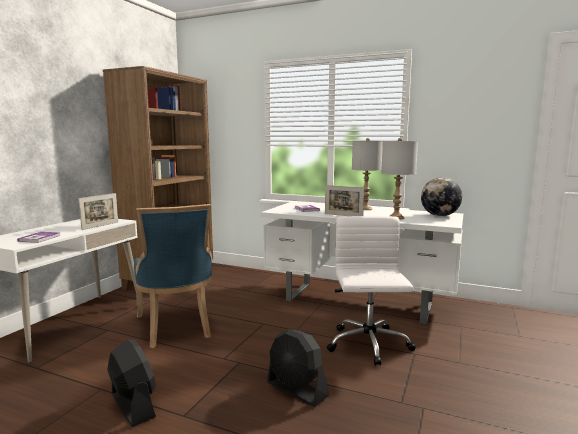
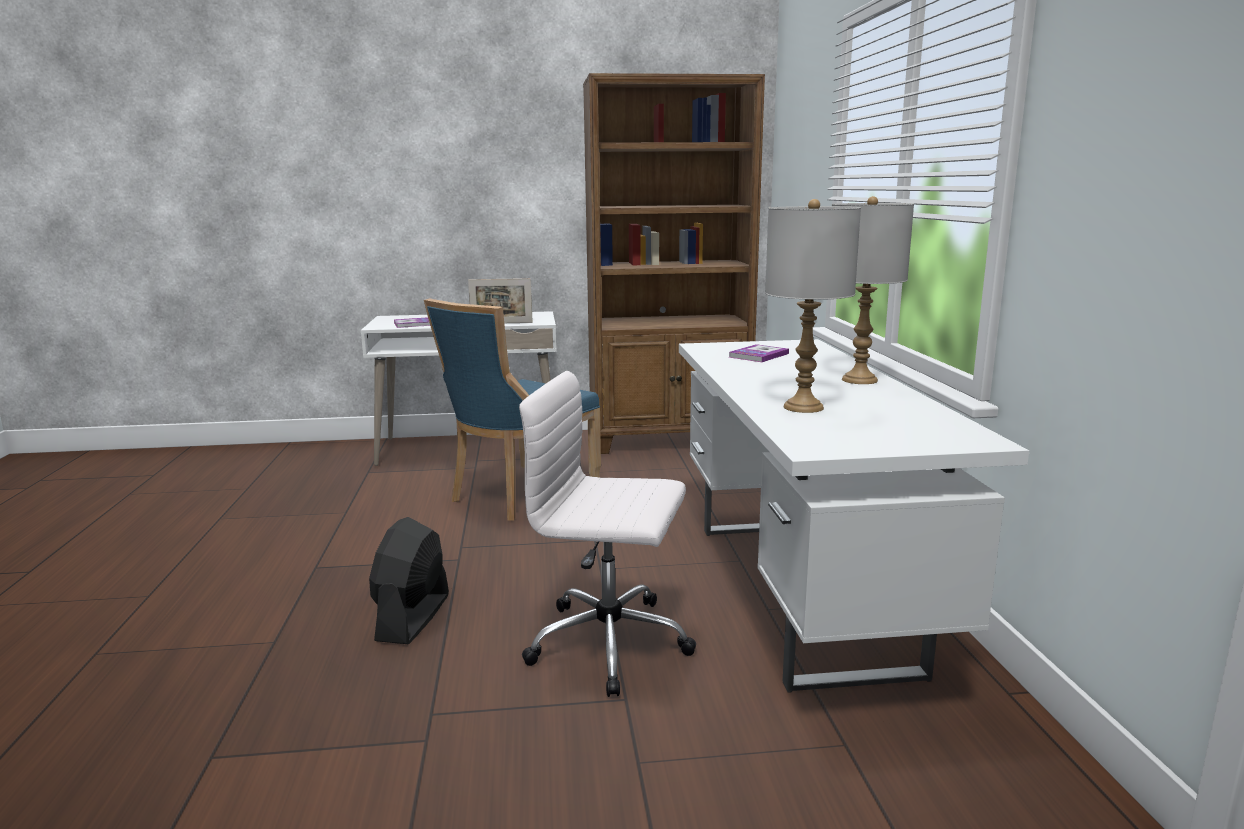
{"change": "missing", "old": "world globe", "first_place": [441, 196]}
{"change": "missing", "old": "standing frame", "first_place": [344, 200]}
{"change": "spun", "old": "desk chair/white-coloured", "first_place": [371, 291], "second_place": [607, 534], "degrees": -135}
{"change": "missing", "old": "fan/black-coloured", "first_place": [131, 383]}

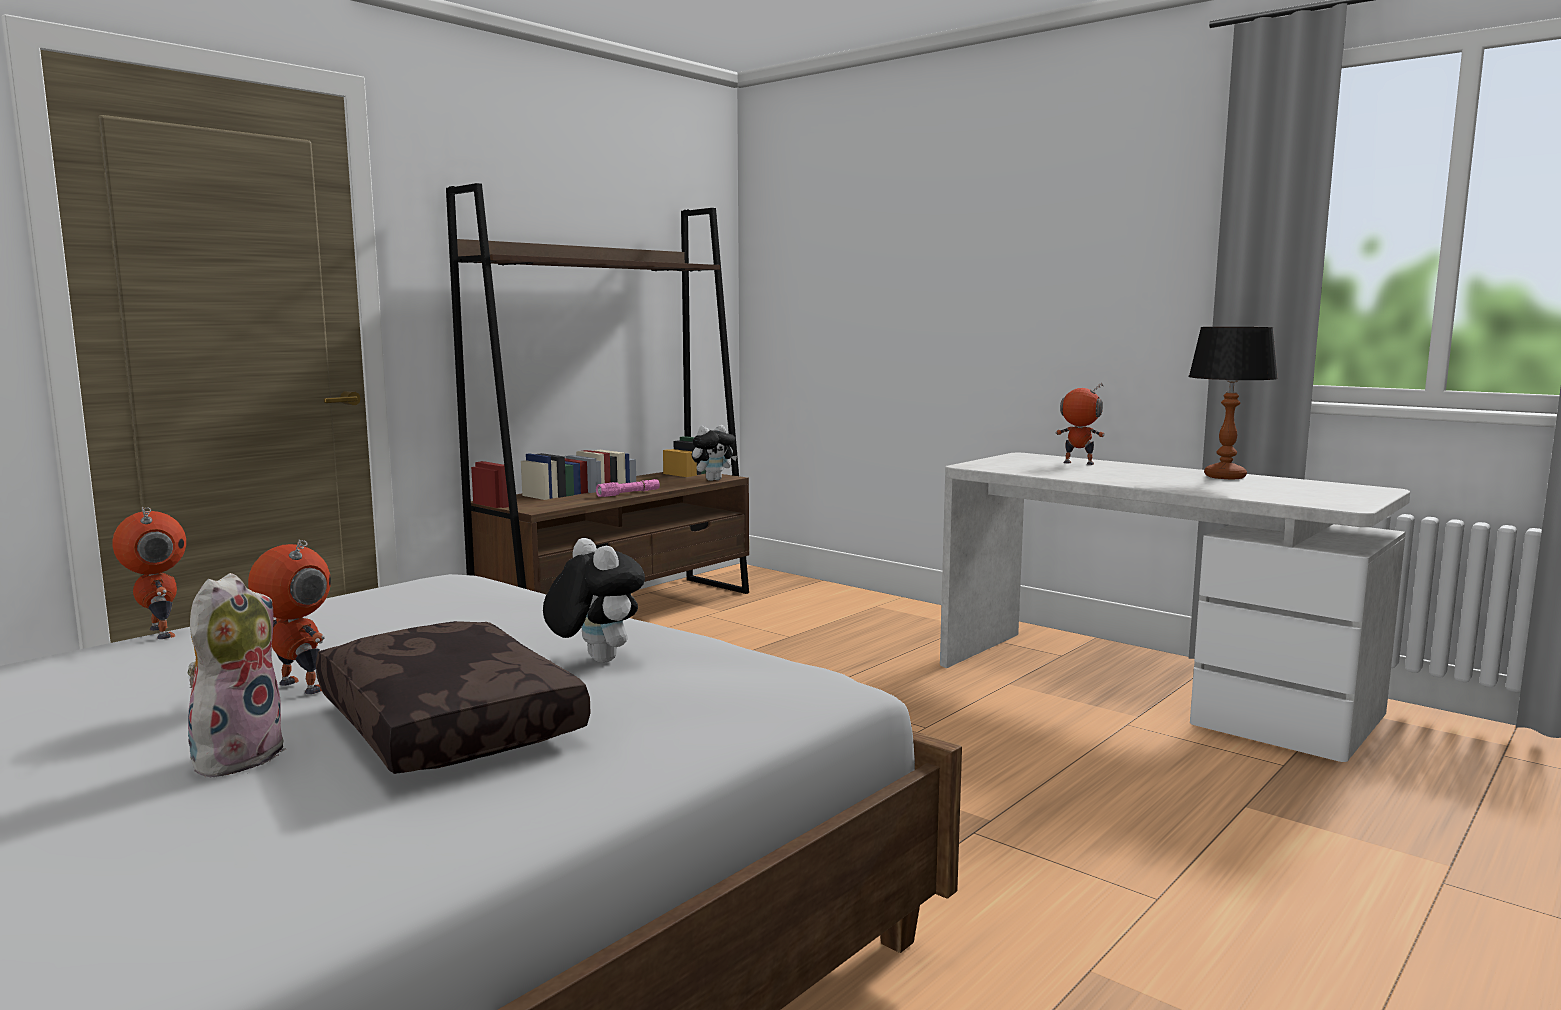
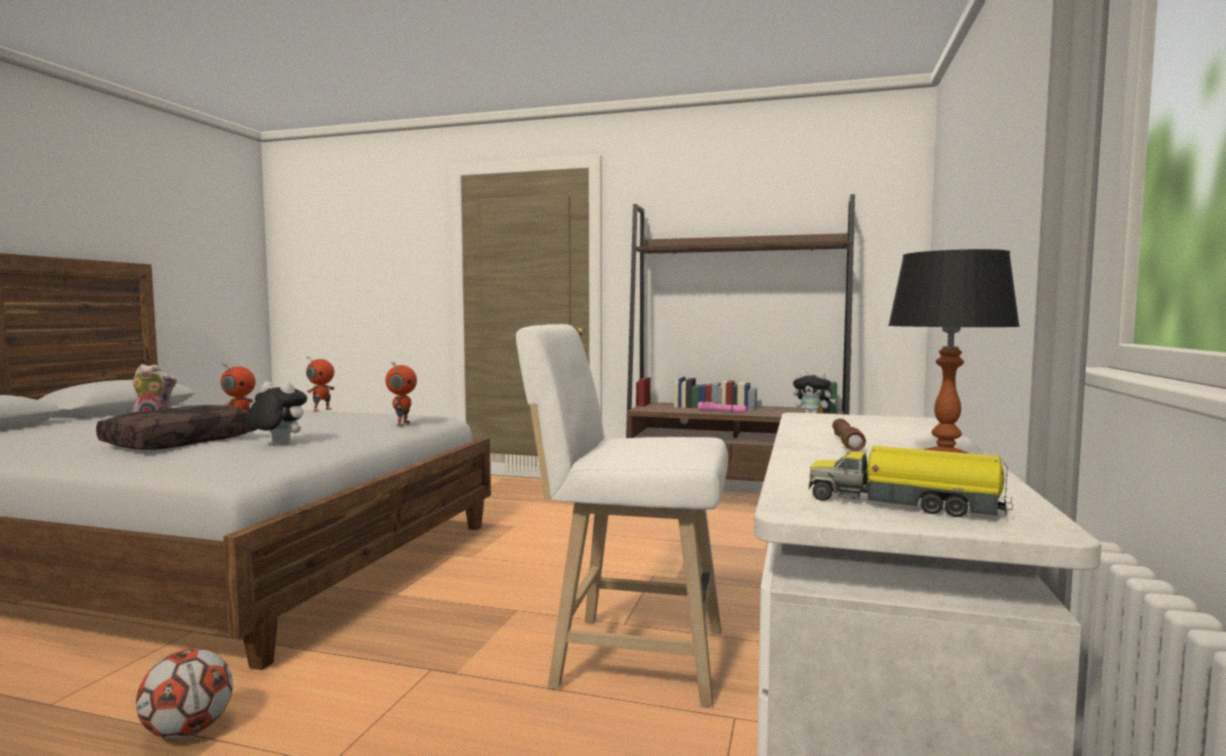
{"change": "relocated", "old": "model robot", "first_place": [1080, 424], "second_place": [401, 393]}
{"change": "spun", "old": "plush toy", "first_place": [594, 600], "second_place": [276, 413], "degrees": -105}
{"change": "appeared", "new": "stool seat/white-coloured", "second_place": [622, 515]}
{"change": "appeared", "new": "hand torch/brown", "second_place": [849, 434]}
{"change": "appeared", "new": "toy lorry", "second_place": [911, 481]}
{"change": "appeared", "new": "football ball", "second_place": [184, 693]}

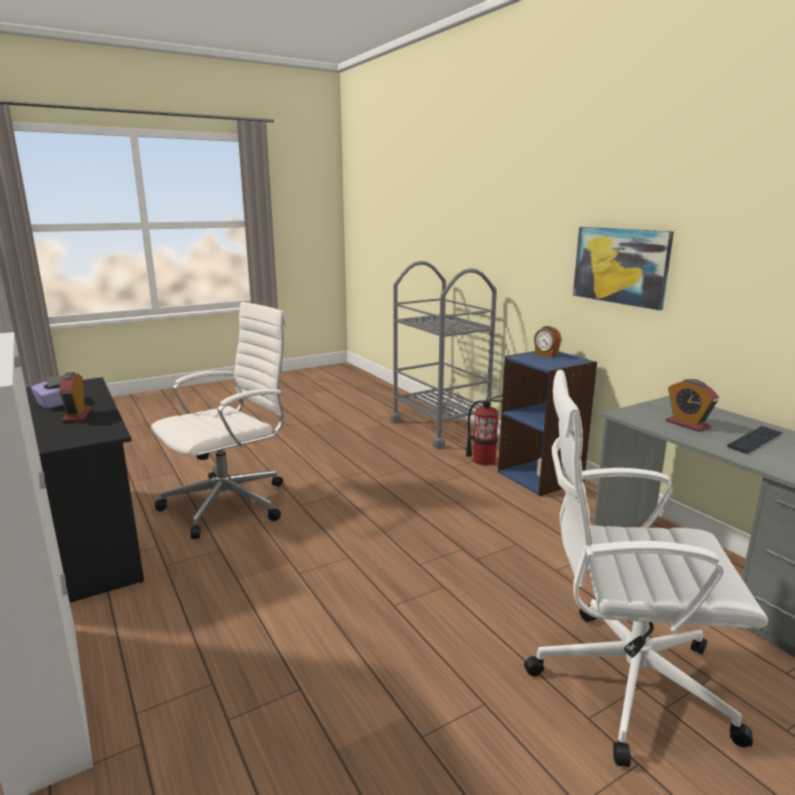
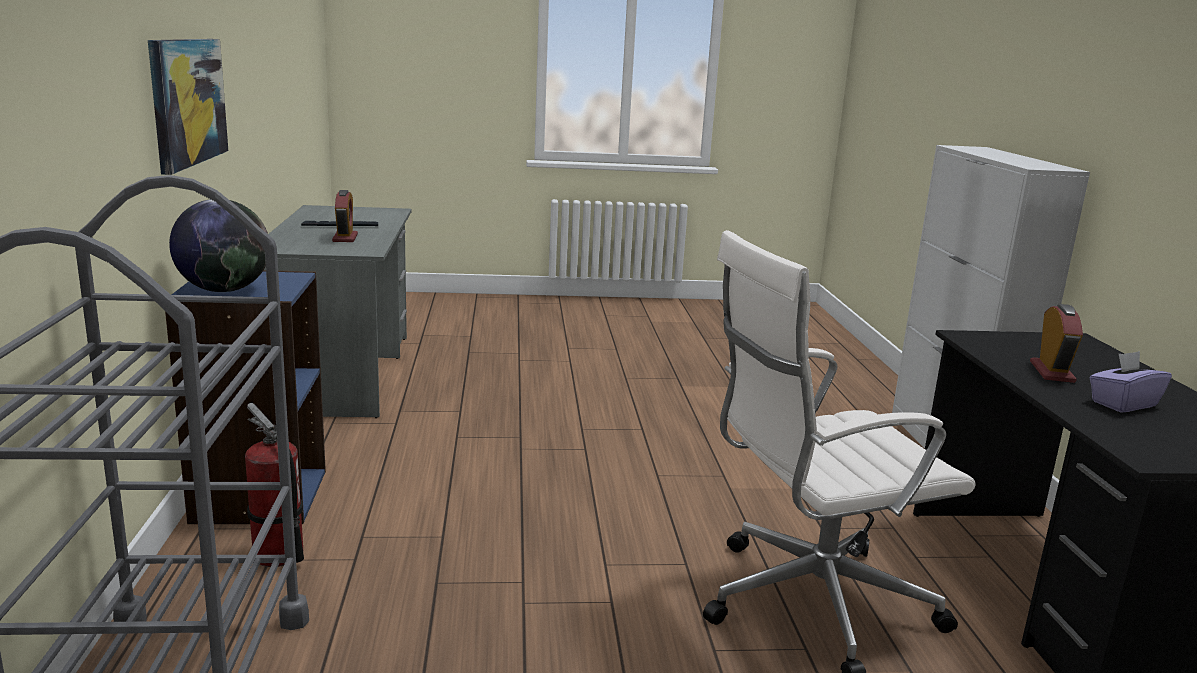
{"change": "exchanged", "old": "table clock", "new": "world globe", "first_place": [547, 342], "second_place": [218, 245]}
{"change": "missing", "old": "desk chair/white-coloured", "first_place": [646, 568]}

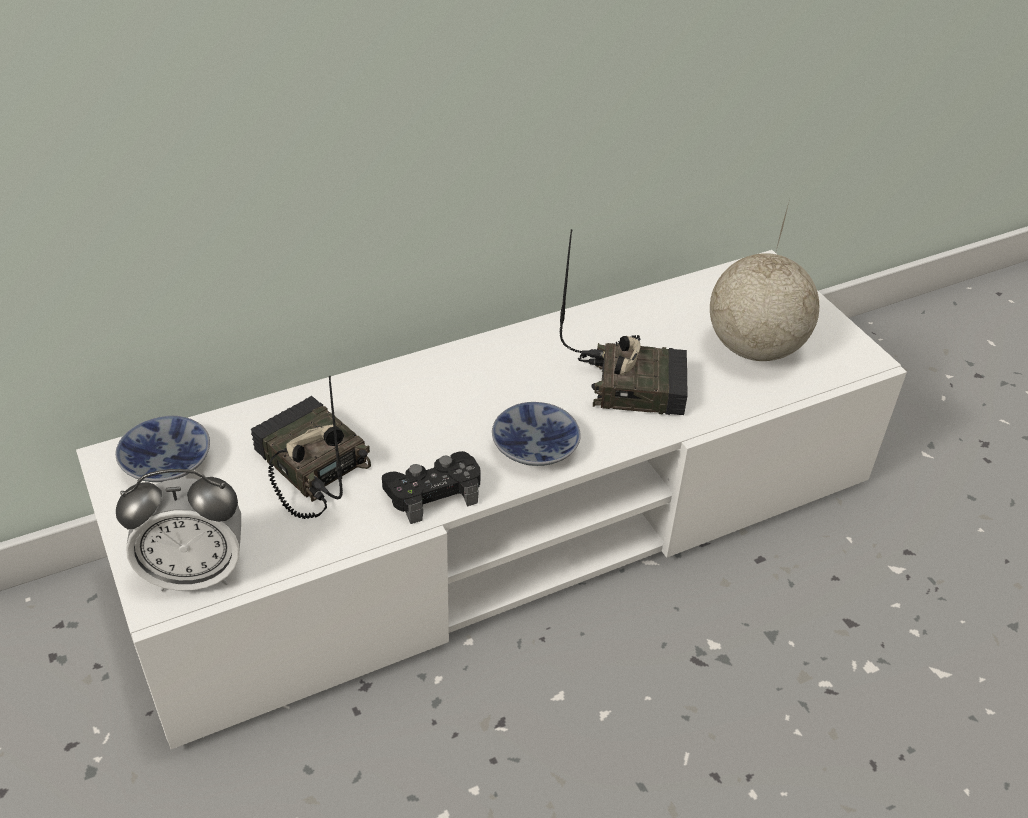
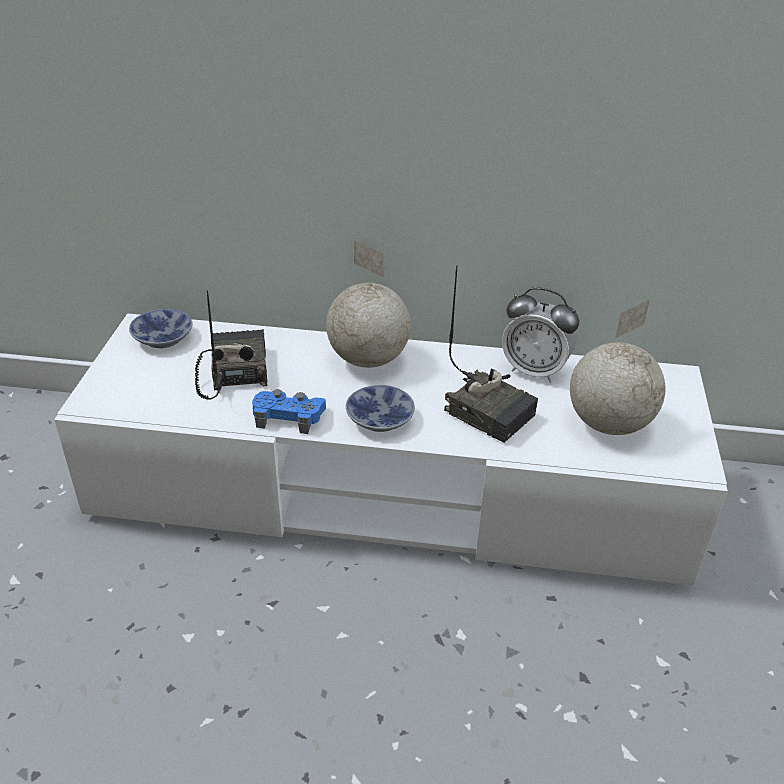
{"change": "colour", "old": "joypad/black-coloured", "new": "joypad/blue", "first_place": [431, 487], "second_place": [289, 411]}
{"change": "relocated", "old": "table clock", "first_place": [178, 530], "second_place": [540, 334]}
{"change": "appeared", "new": "world globe", "second_place": [368, 303]}

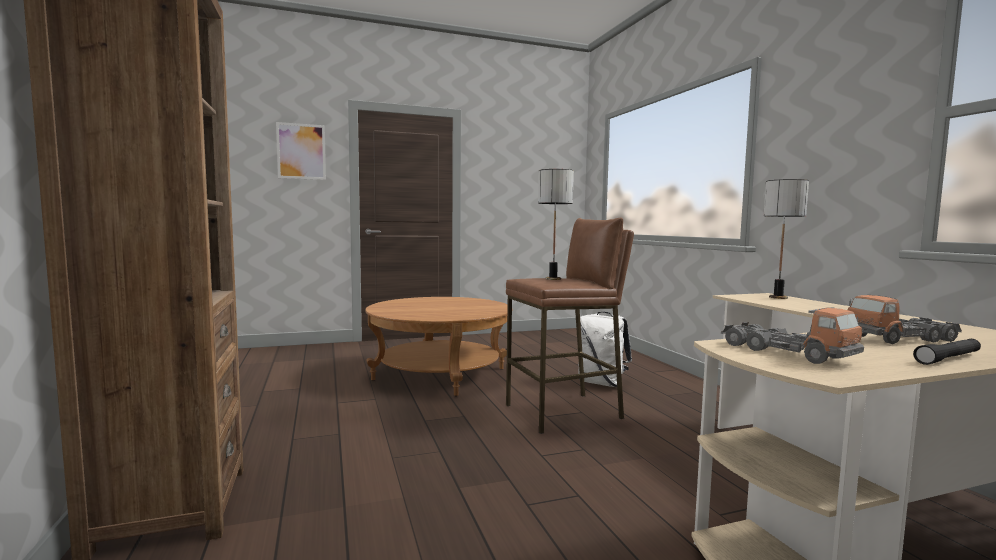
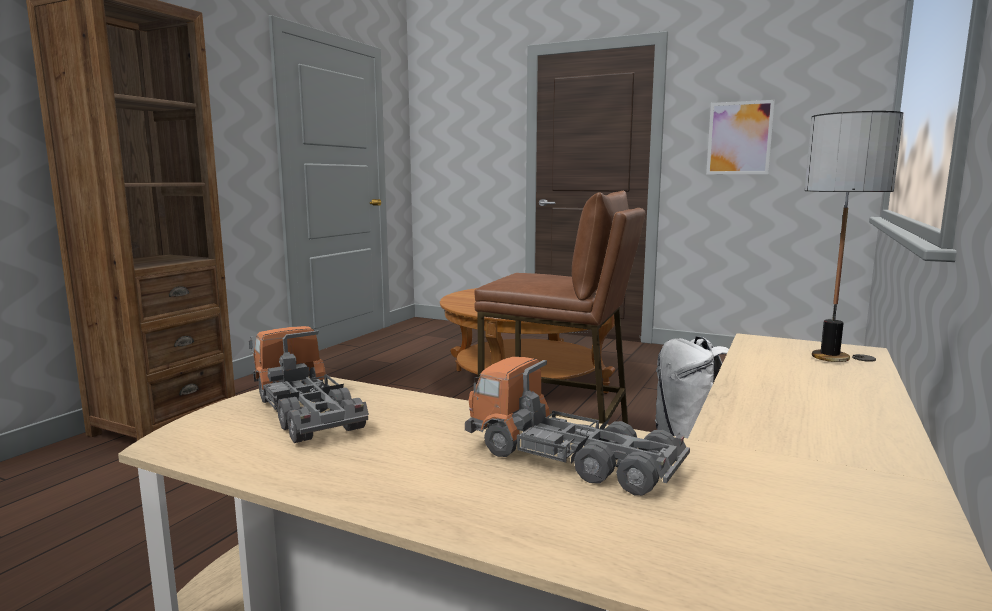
{"change": "relocated", "old": "wall picture", "first_place": [301, 151], "second_place": [740, 137]}
{"change": "missing", "old": "lamp for a table", "first_place": [556, 224]}
{"change": "spun", "old": "toy lorry", "first_place": [792, 335], "second_place": [309, 384], "degrees": 135}
{"change": "missing", "old": "hand torch/black-coloured", "first_place": [947, 352]}

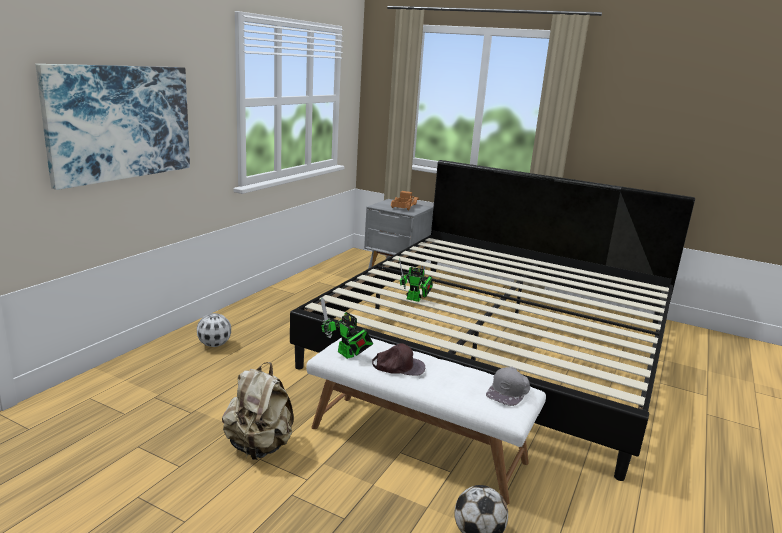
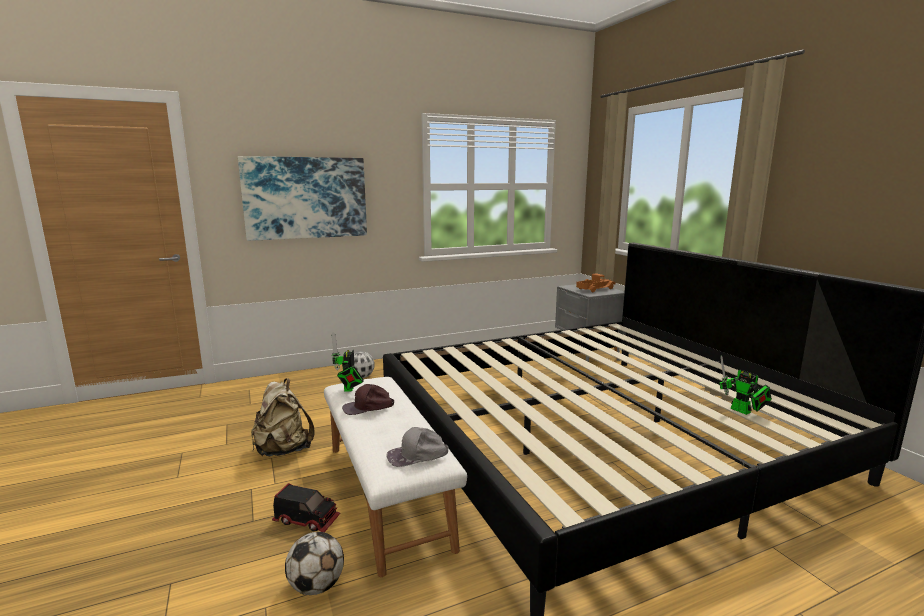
{"change": "relocated", "old": "model robot", "first_place": [416, 280], "second_place": [746, 385]}
{"change": "spun", "old": "peaked cap/brown", "first_place": [398, 359], "second_place": [368, 399], "degrees": 120}
{"change": "appeared", "new": "toy lorry", "second_place": [306, 508]}

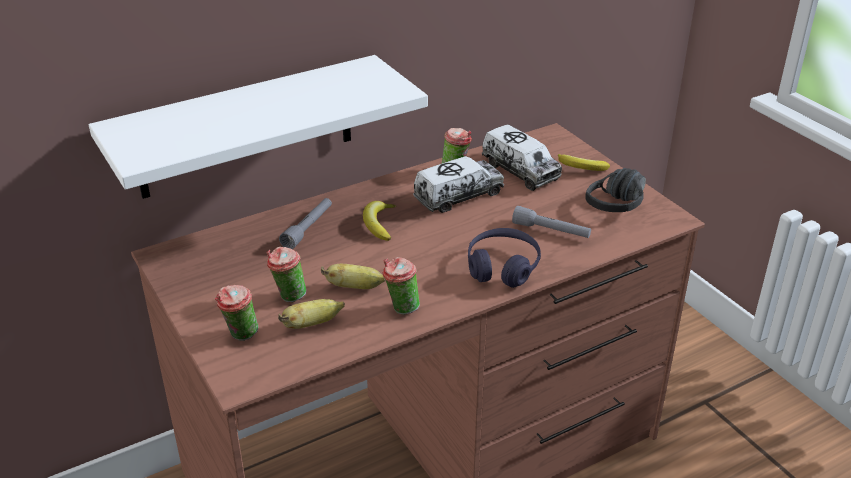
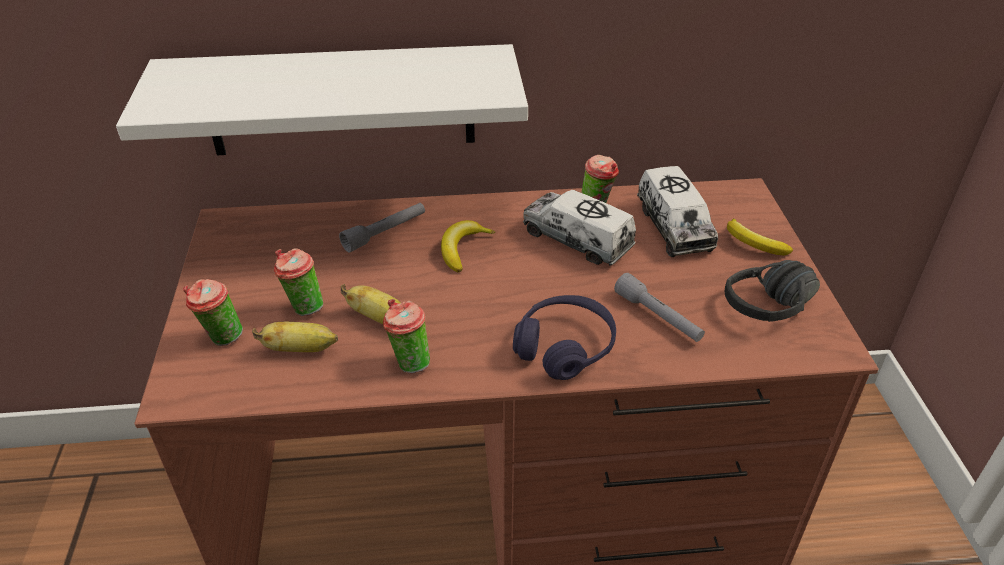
{"change": "spun", "old": "toy lorry", "first_place": [458, 184], "second_place": [579, 228], "degrees": -135}

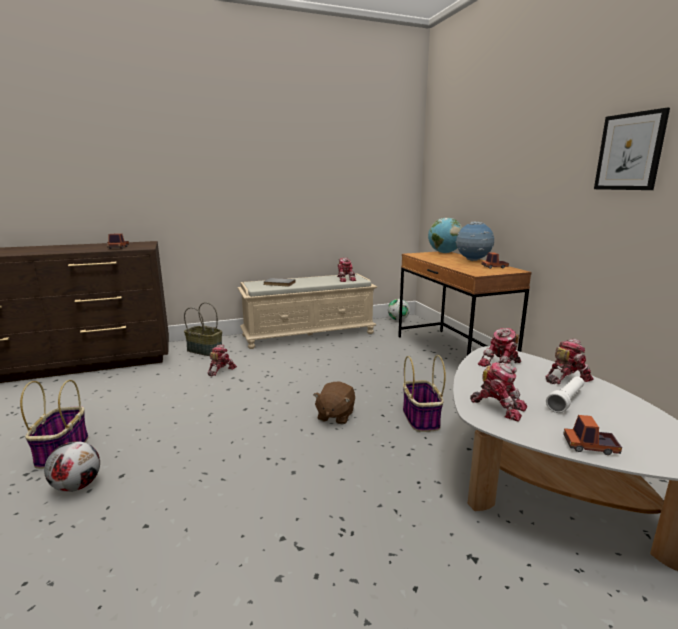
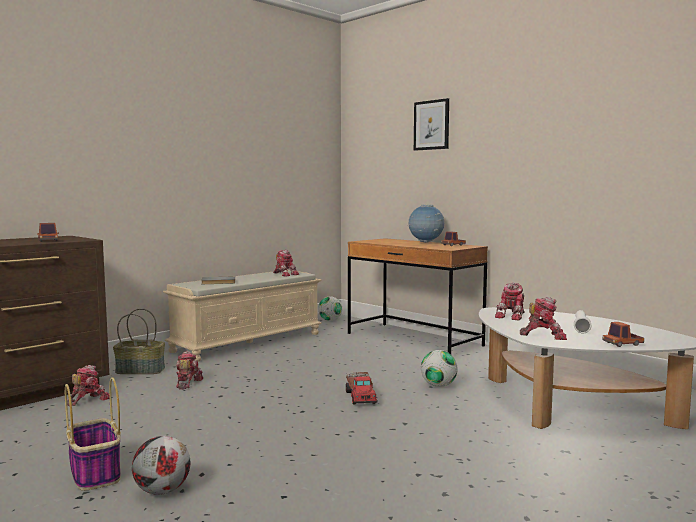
{"change": "relocated", "old": "wall picture", "first_place": [632, 148], "second_place": [431, 124]}
{"change": "missing", "old": "world globe", "first_place": [445, 235]}
{"change": "relocated", "old": "model robot", "first_place": [569, 361], "second_place": [88, 385]}
{"change": "exchanged", "old": "storage basket", "new": "football ball", "first_place": [424, 393], "second_place": [439, 368]}
{"change": "exchanged", "old": "plush toy/brown", "new": "toy lorry", "first_place": [334, 403], "second_place": [362, 388]}

